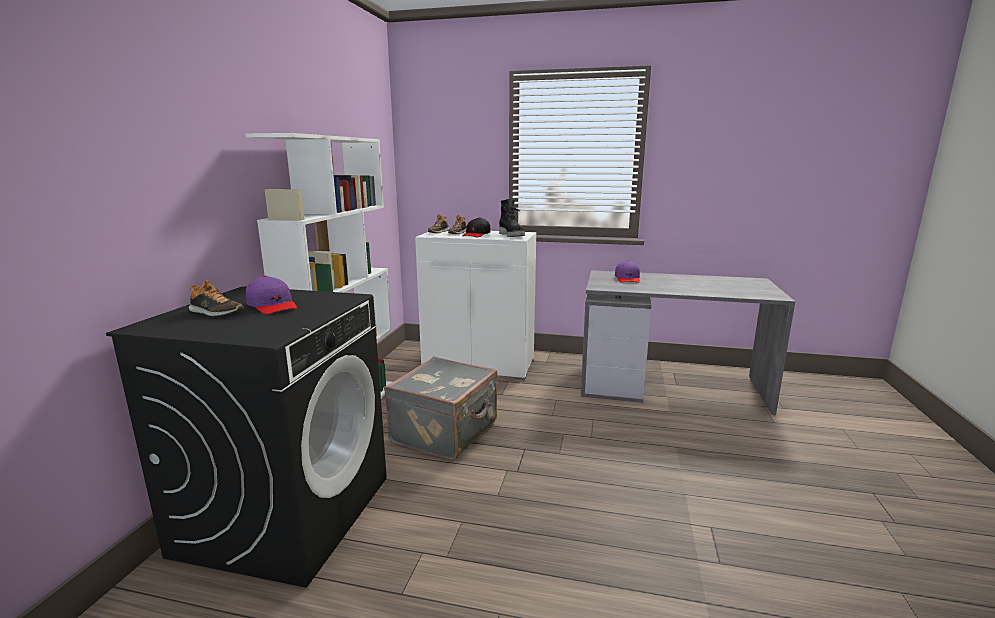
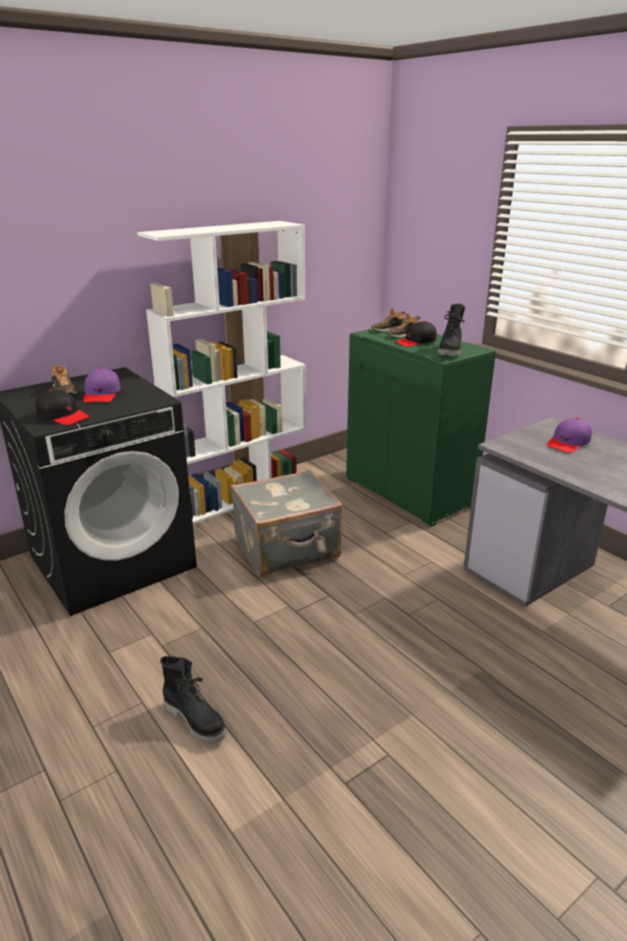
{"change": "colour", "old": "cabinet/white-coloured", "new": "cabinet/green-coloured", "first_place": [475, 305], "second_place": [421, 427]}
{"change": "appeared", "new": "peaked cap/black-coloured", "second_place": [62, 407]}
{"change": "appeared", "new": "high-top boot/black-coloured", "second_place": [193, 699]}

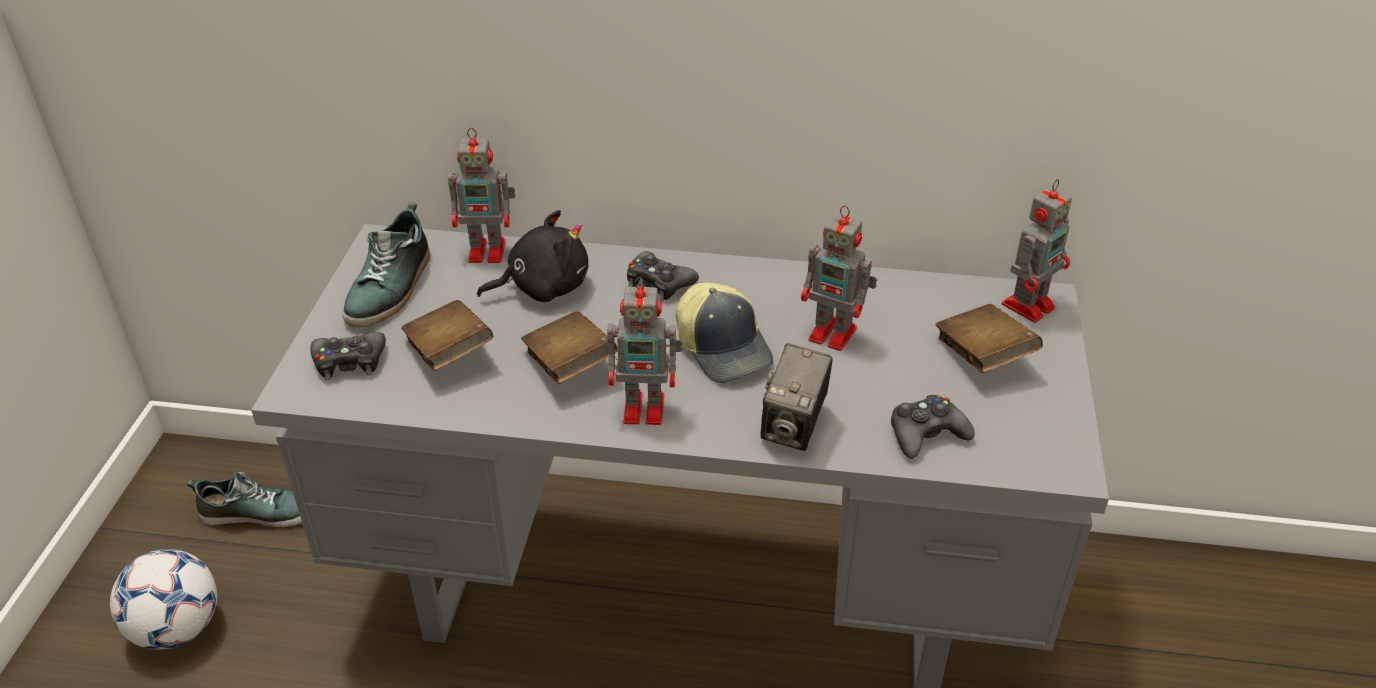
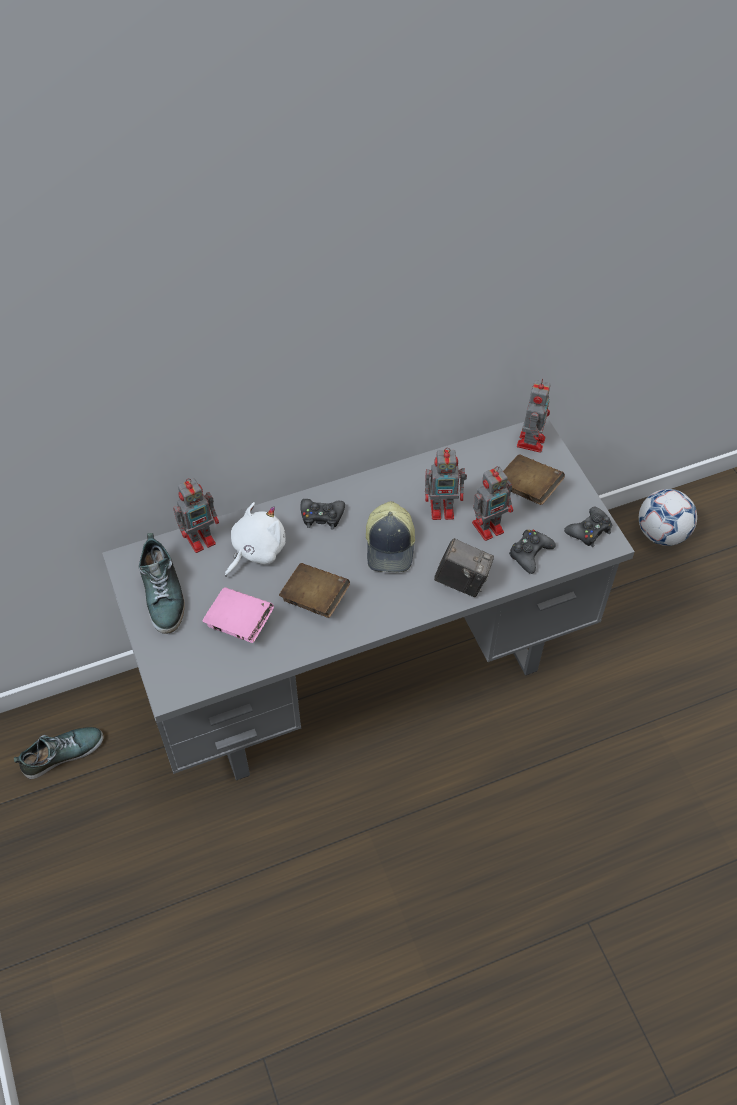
{"change": "colour", "old": "plush toy/black-coloured", "new": "plush toy/white-coloured", "first_place": [532, 256], "second_place": [255, 539]}
{"change": "relocated", "old": "model robot", "first_place": [645, 351], "second_place": [492, 503]}
{"change": "spun", "old": "peaked cap", "first_place": [724, 332], "second_place": [390, 536], "degrees": 60}
{"change": "colour", "old": "book/brown", "new": "book/pinkish", "first_place": [447, 335], "second_place": [238, 615]}
{"change": "relocated", "old": "joypad/black-coloured", "first_place": [348, 356], "second_place": [588, 526]}
{"change": "spun", "old": "still camera", "first_place": [796, 397], "second_place": [464, 567], "degrees": -60}
{"change": "relocated", "old": "football ball", "first_place": [163, 599], "second_place": [668, 517]}

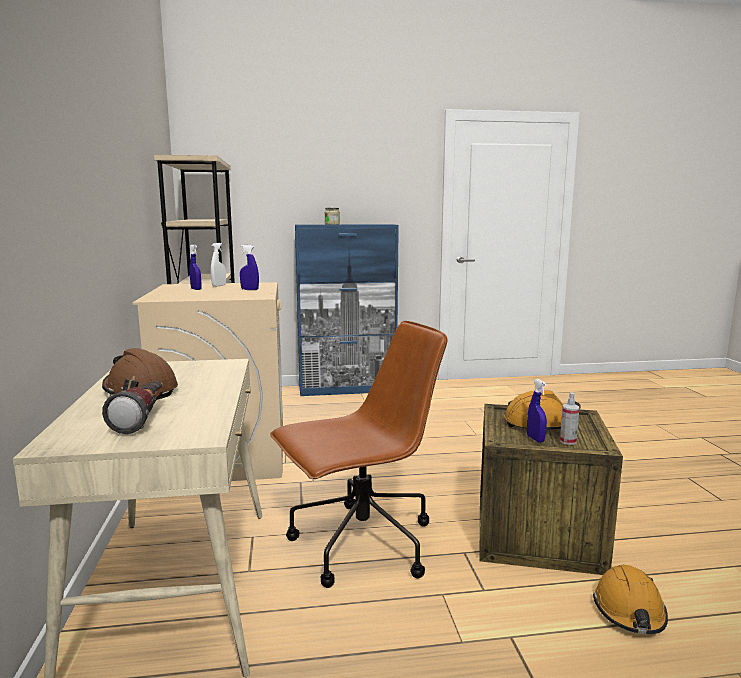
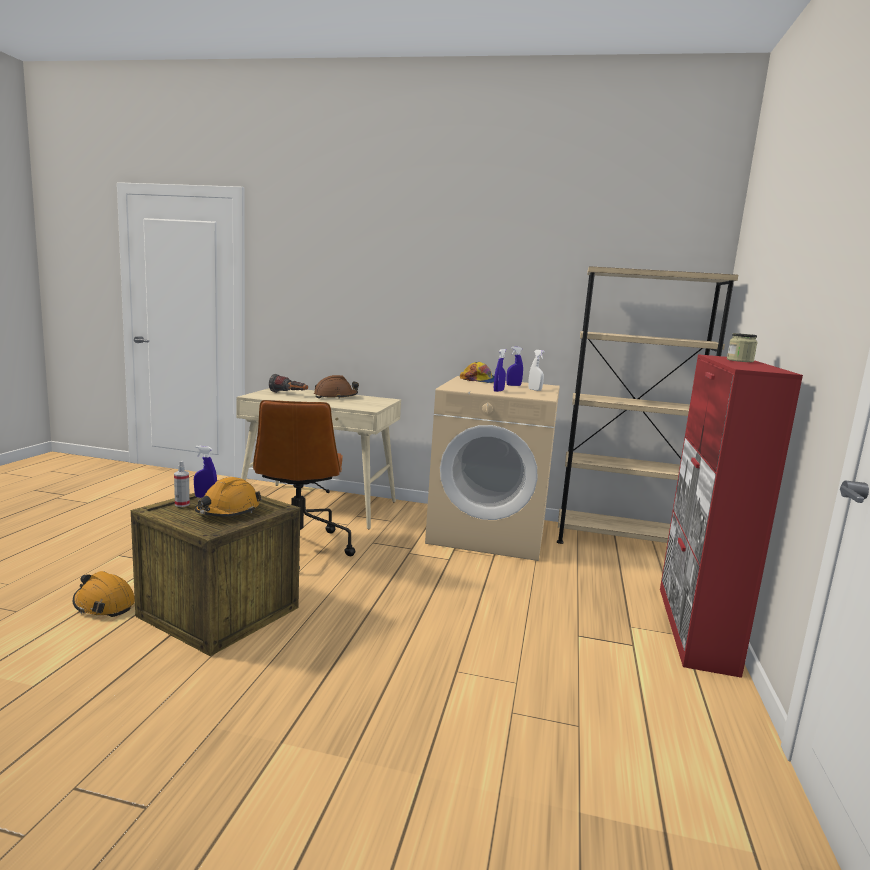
{"change": "colour", "old": "cabinet/blue", "new": "cabinet/reddish", "first_place": [347, 310], "second_place": [731, 516]}
{"change": "appeared", "new": "peaked cap", "second_place": [477, 372]}

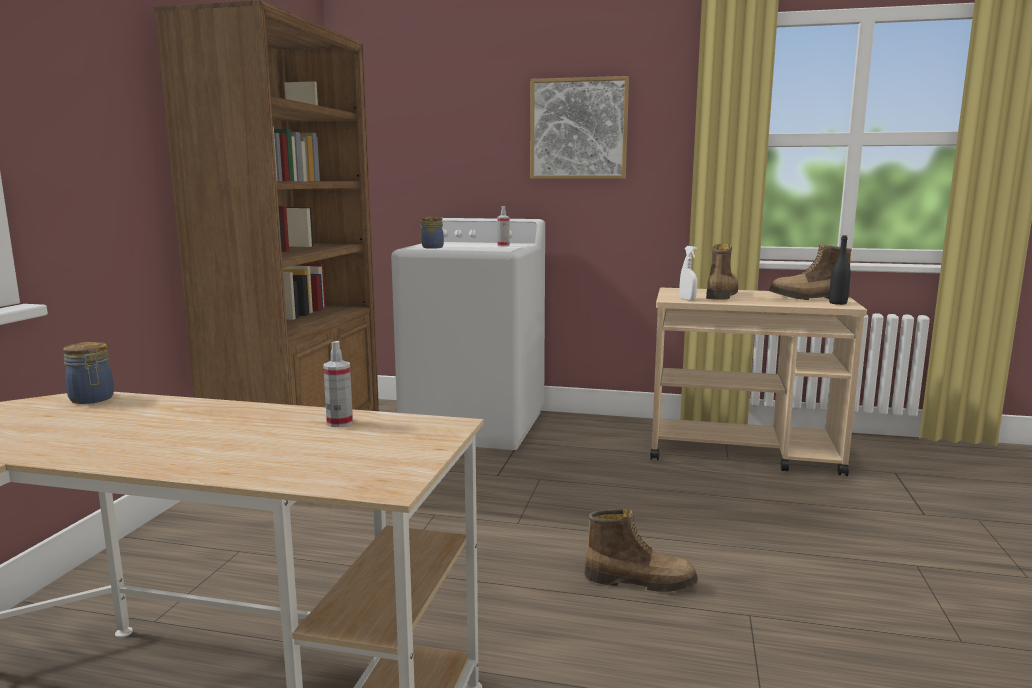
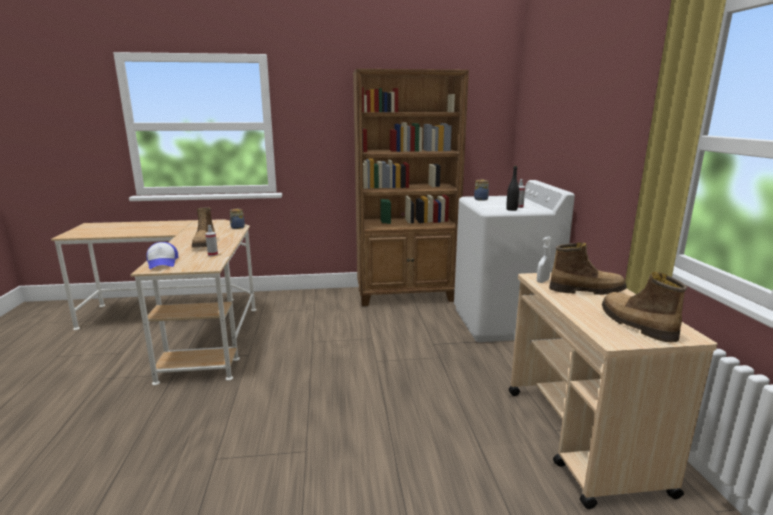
{"change": "missing", "old": "wall picture", "first_place": [579, 127]}
{"change": "relocated", "old": "bottle/black-coloured", "first_place": [840, 270], "second_place": [512, 188]}
{"change": "relocated", "old": "high-top boot", "first_place": [641, 550], "second_place": [203, 227]}
{"change": "appeared", "new": "peaked cap", "second_place": [162, 255]}

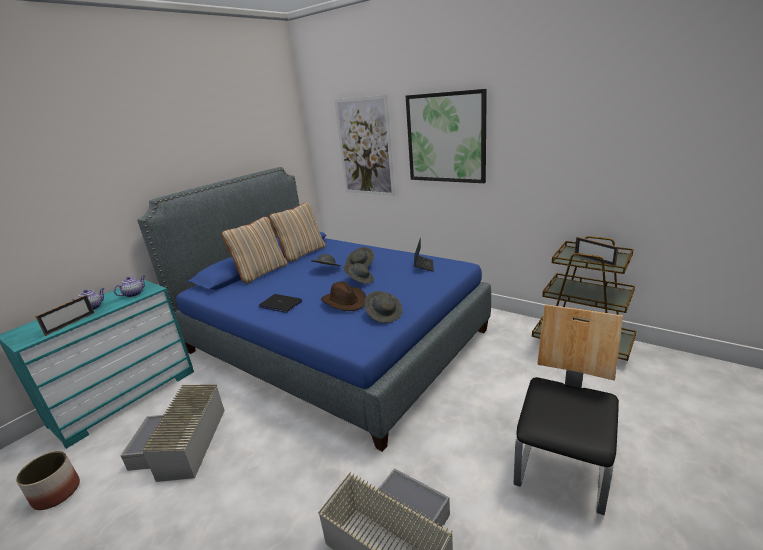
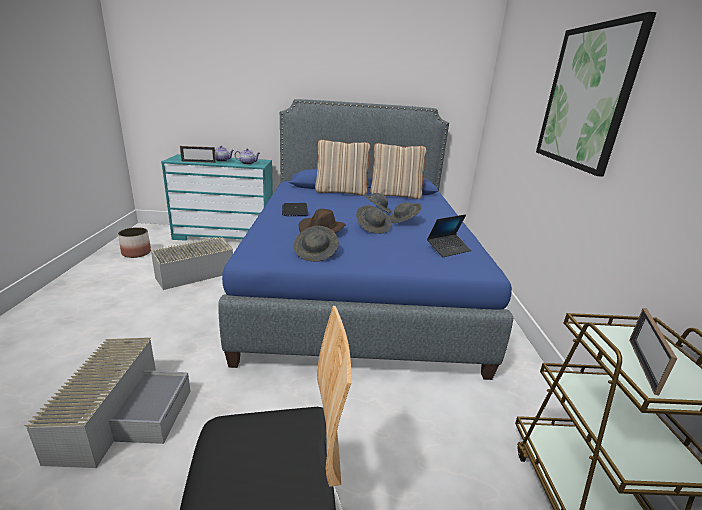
{"change": "missing", "old": "wall picture", "first_place": [364, 145]}

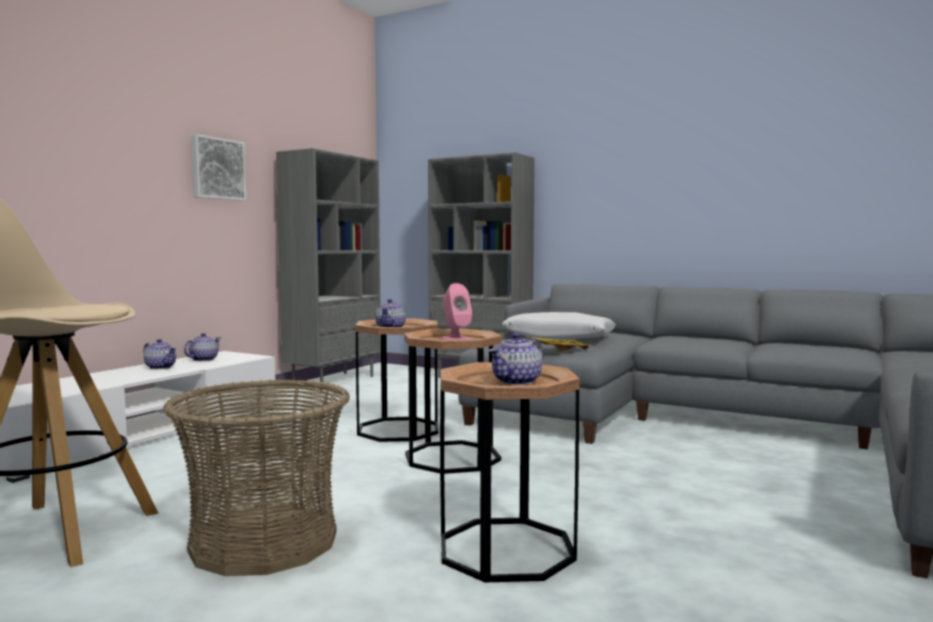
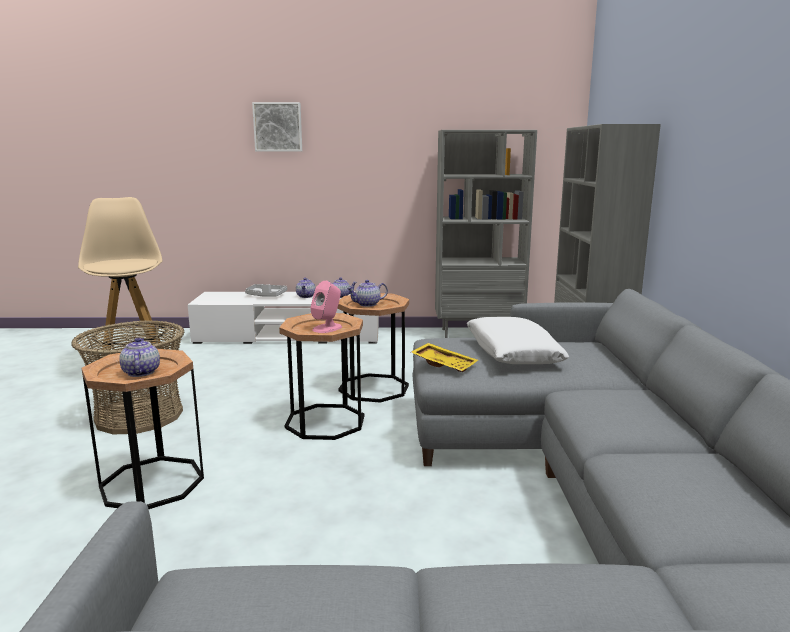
{"change": "relocated", "old": "wall picture", "first_place": [218, 167], "second_place": [277, 127]}
{"change": "spun", "old": "pot for tea", "first_place": [516, 359], "second_place": [139, 357], "degrees": 60}
{"change": "appeared", "new": "tray/greyish", "second_place": [266, 290]}

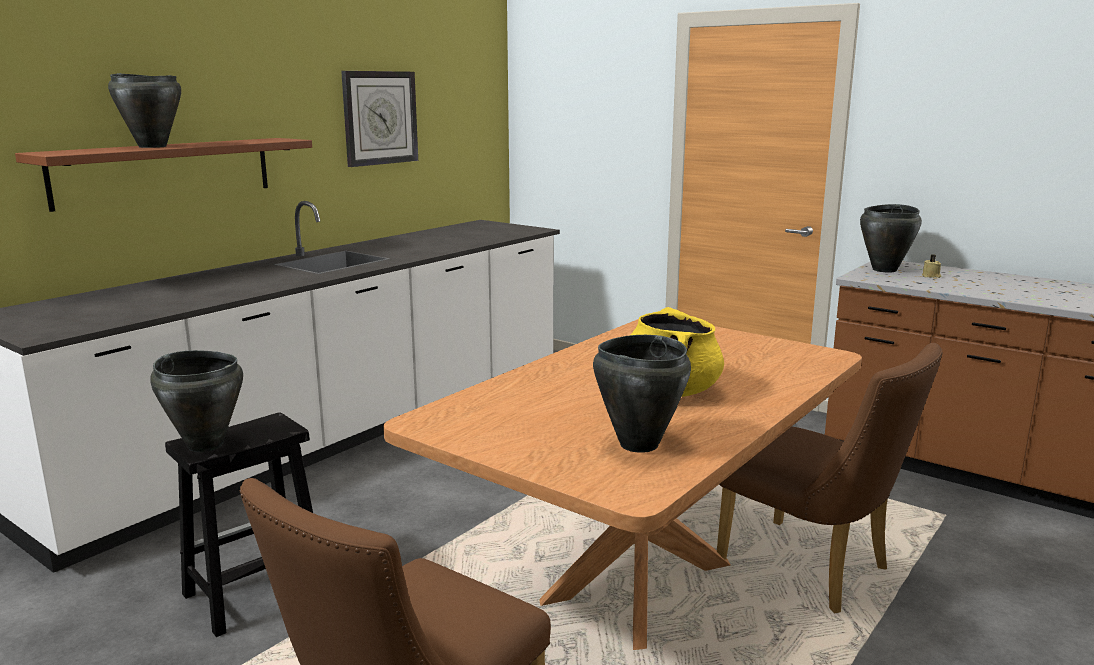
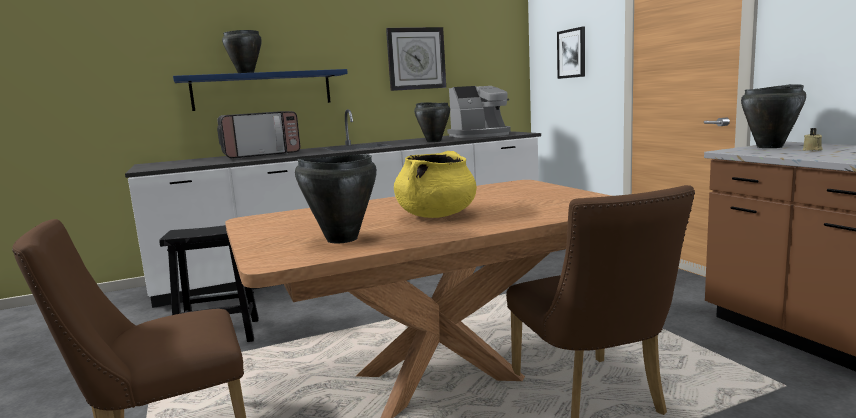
{"change": "colour", "old": "shelf/brown", "new": "shelf/blue", "first_place": [163, 175], "second_place": [260, 90]}
{"change": "relocated", "old": "cooking pot/black-coloured", "first_place": [196, 401], "second_place": [432, 122]}
{"change": "appeared", "new": "wall picture", "second_place": [571, 53]}
{"change": "appeared", "new": "coffee machine", "second_place": [479, 112]}
{"change": "appeared", "new": "kitchen microwave", "second_place": [258, 135]}

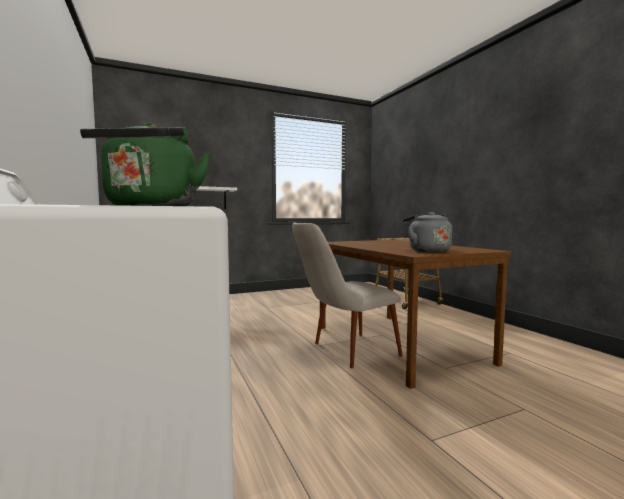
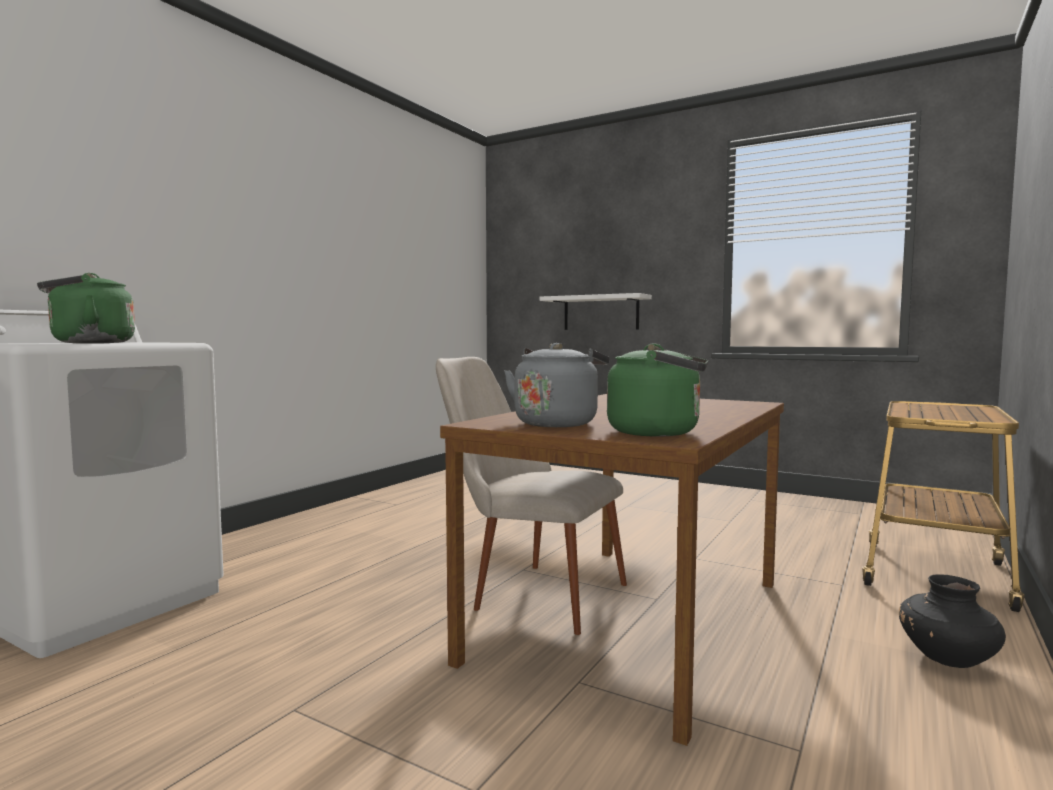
{"change": "appeared", "new": "tea kettle/green-coloured", "second_place": [657, 390]}
{"change": "appeared", "new": "vase/black-coloured", "second_place": [952, 621]}

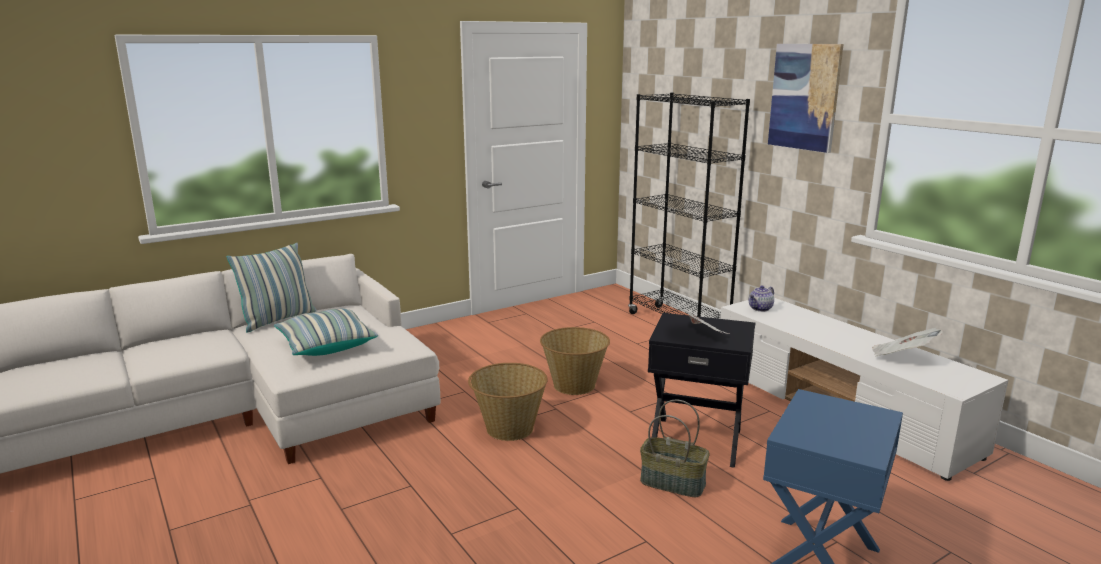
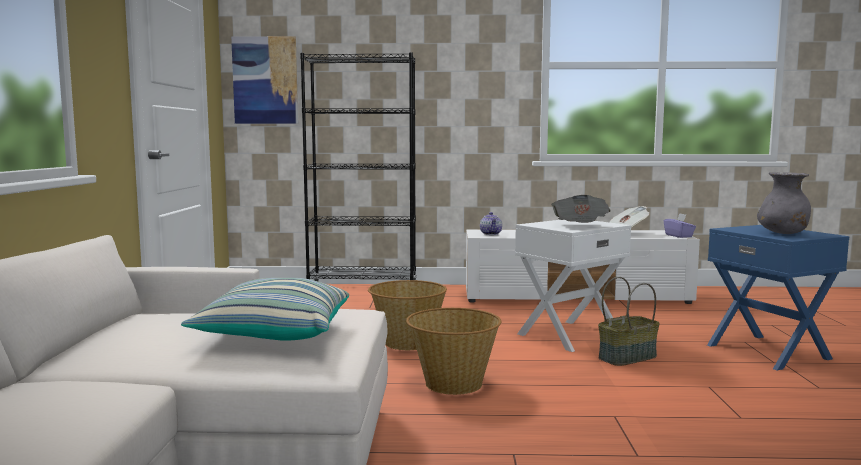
{"change": "relocated", "old": "wall picture", "first_place": [806, 98], "second_place": [264, 80]}
{"change": "missing", "old": "cushion", "first_place": [272, 287]}
{"change": "colour", "old": "side table/black-coloured", "new": "side table/white-coloured", "first_place": [701, 390], "second_place": [573, 286]}
{"change": "appeared", "new": "vase/greyish", "second_place": [784, 203]}
{"change": "appeared", "new": "tissue box/purple-coloured", "second_place": [680, 225]}

